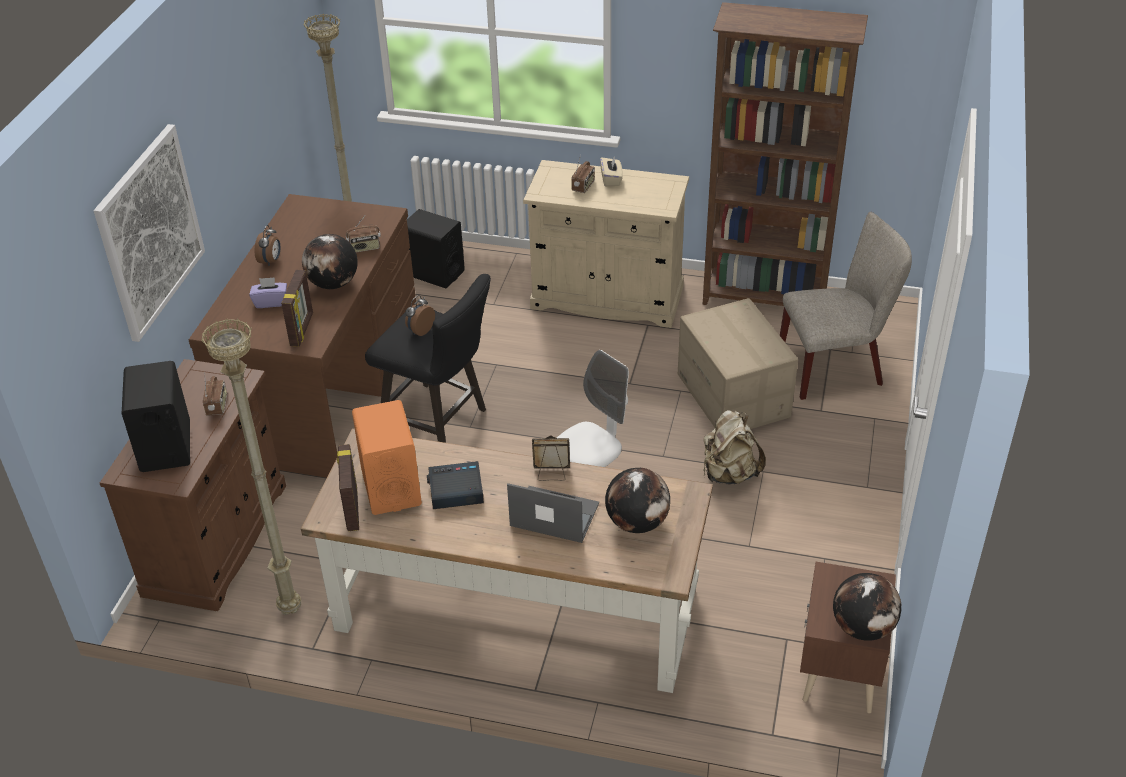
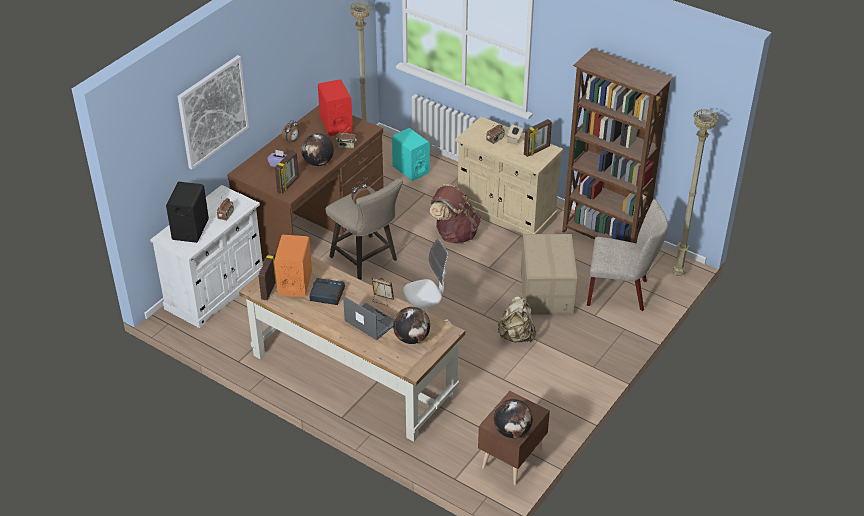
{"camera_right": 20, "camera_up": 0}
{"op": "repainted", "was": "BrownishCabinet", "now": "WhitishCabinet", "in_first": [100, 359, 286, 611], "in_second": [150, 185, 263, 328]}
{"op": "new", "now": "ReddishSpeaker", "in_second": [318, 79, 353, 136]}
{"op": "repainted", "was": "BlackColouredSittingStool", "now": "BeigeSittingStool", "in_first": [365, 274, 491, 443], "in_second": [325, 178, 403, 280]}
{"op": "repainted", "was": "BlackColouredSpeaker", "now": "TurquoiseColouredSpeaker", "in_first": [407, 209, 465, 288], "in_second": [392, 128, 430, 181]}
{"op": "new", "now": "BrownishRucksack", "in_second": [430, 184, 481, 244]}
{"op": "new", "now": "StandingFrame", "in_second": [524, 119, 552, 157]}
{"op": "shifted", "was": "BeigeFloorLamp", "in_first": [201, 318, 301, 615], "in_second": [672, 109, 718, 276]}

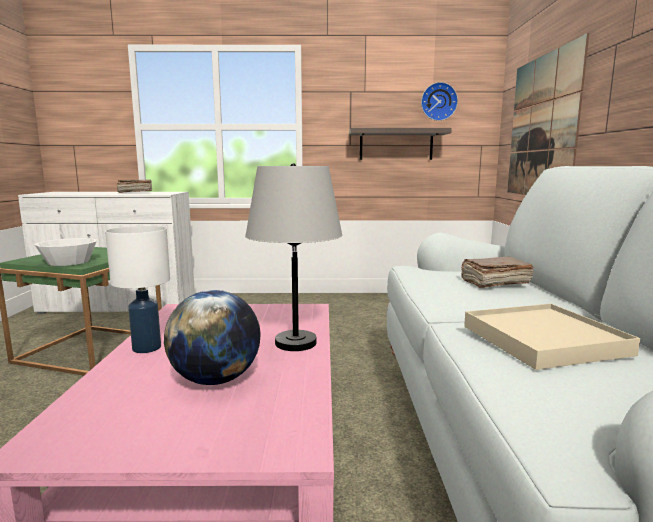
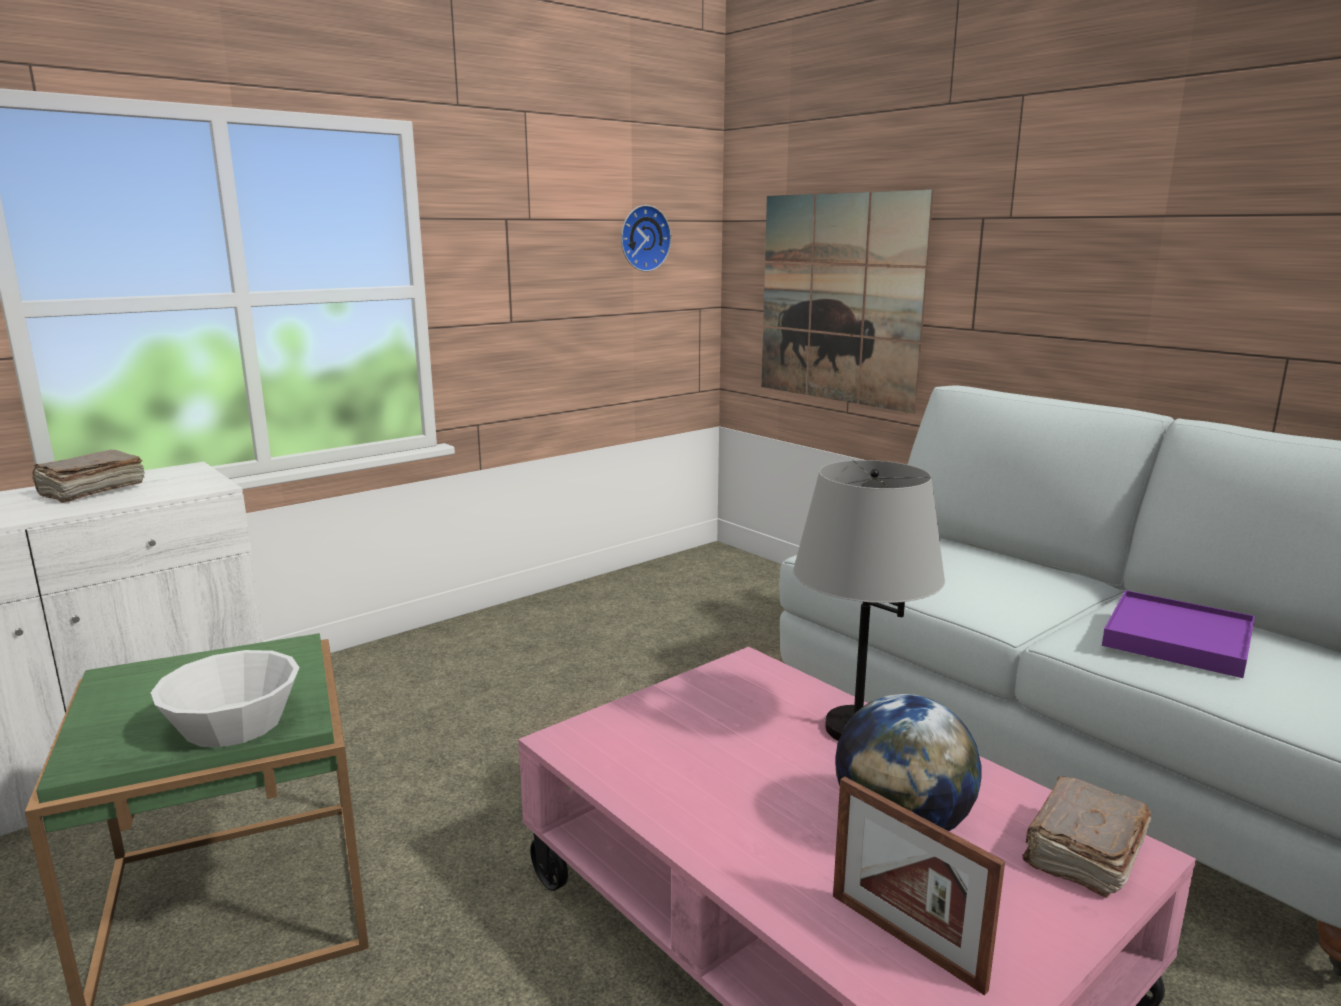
{"camera_right": -40, "camera_up": 5}
{"op": "new", "now": "StandingFrame", "in_second": [833, 777, 1005, 995]}
{"op": "shifted", "was": "BrownishVolume", "in_first": [461, 257, 534, 288], "in_second": [1022, 776, 1151, 898]}
{"op": "repainted", "was": "BeigeServingTray", "now": "PurpleColouredServingTray", "in_first": [464, 304, 640, 370], "in_second": [1102, 590, 1255, 678]}
{"op": "gone", "was": "WhitishTableLamp", "in_first": [105, 226, 170, 353]}
{"op": "gone", "was": "Shelf", "in_first": [349, 128, 452, 160]}

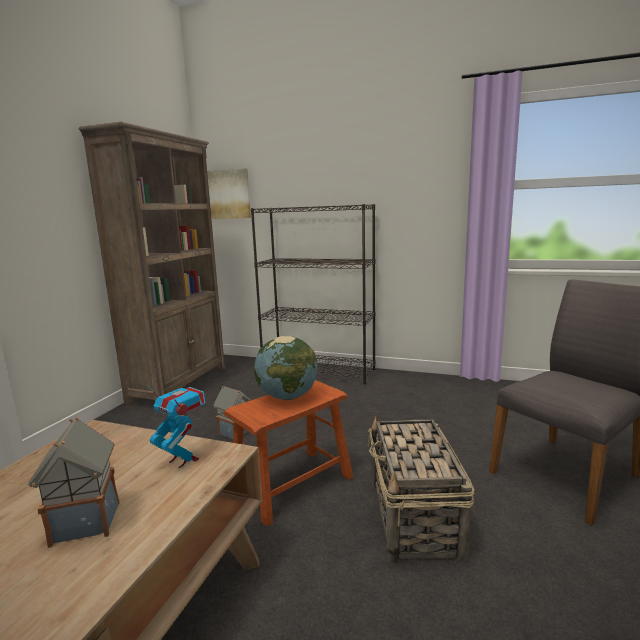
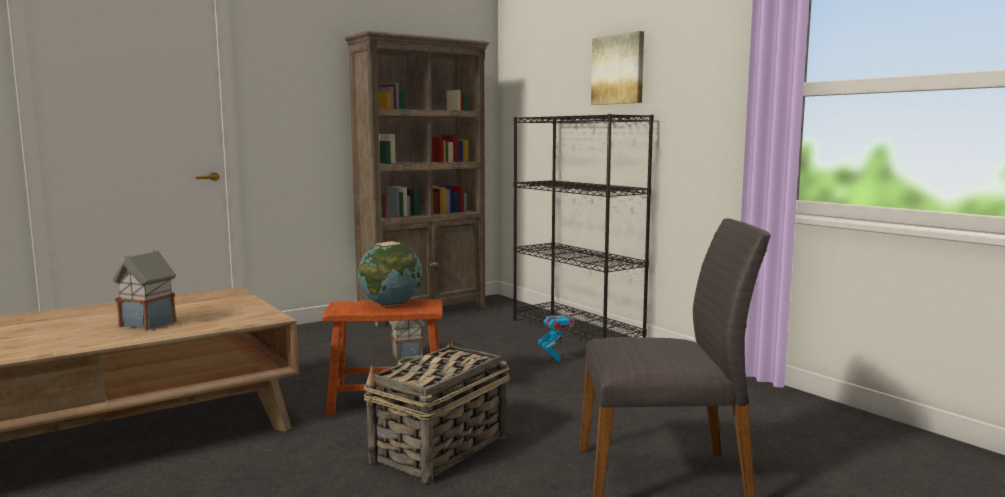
{"camera_right": 35, "camera_up": -5}
{"op": "shifted", "was": "ModelRobot", "in_first": [147, 384, 205, 468], "in_second": [538, 308, 574, 363]}
{"op": "shifted", "was": "WallPicture", "in_first": [207, 168, 251, 219], "in_second": [591, 31, 644, 105]}

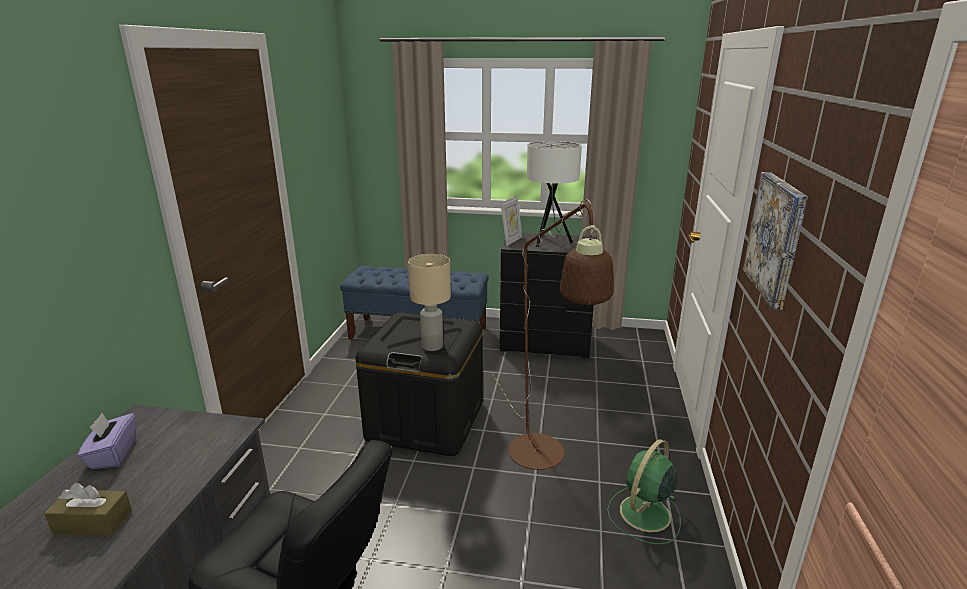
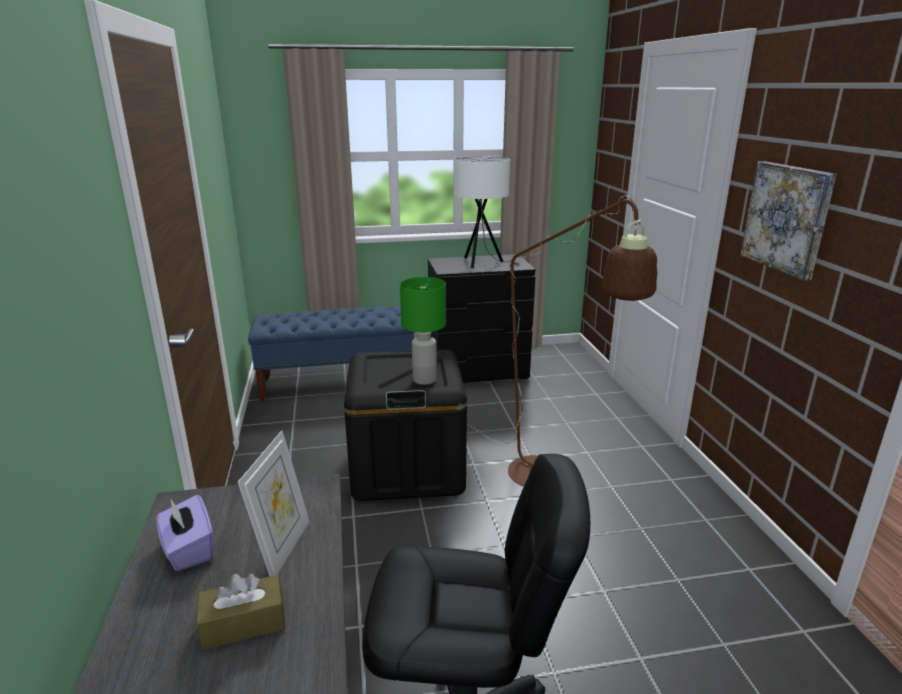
{"camera_right": -20, "camera_up": 0}
{"op": "shifted", "was": "StandingFrame", "in_first": [501, 196, 522, 246], "in_second": [238, 430, 310, 576]}
{"op": "repainted", "was": "BeigeTableLamp", "now": "GreenColouredTableLamp", "in_first": [408, 254, 451, 351], "in_second": [400, 277, 446, 385]}
{"op": "gone", "was": "GreenColouredCoolingFan", "in_first": [607, 439, 681, 545]}

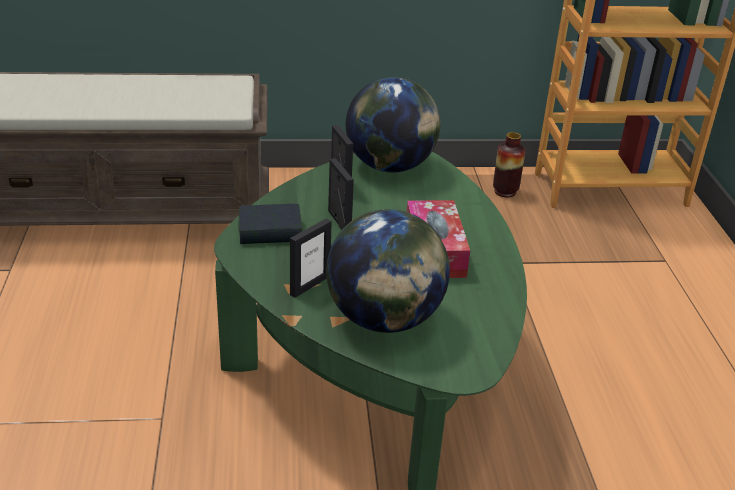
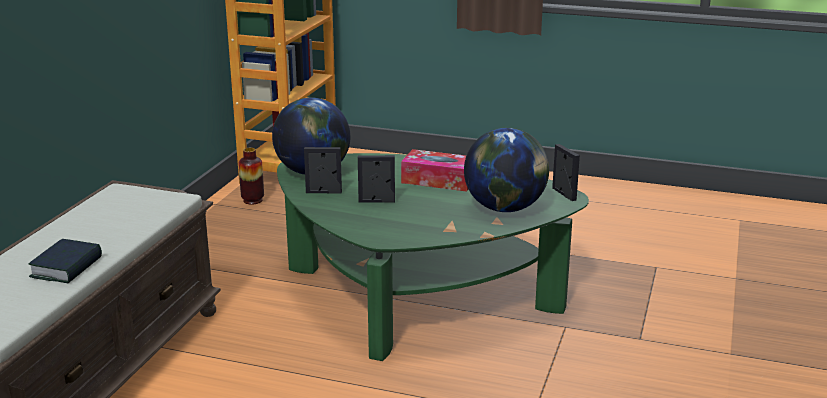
{"camera_right": -65, "camera_up": -10}
{"op": "shifted", "was": "Volume", "in_first": [239, 204, 302, 244], "in_second": [29, 239, 102, 283]}
{"op": "shifted", "was": "StandingFrame", "in_first": [290, 218, 332, 298], "in_second": [552, 144, 580, 201]}

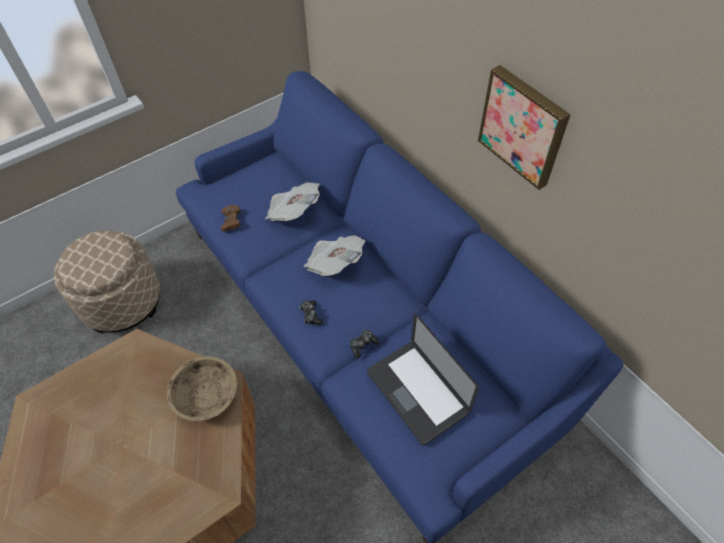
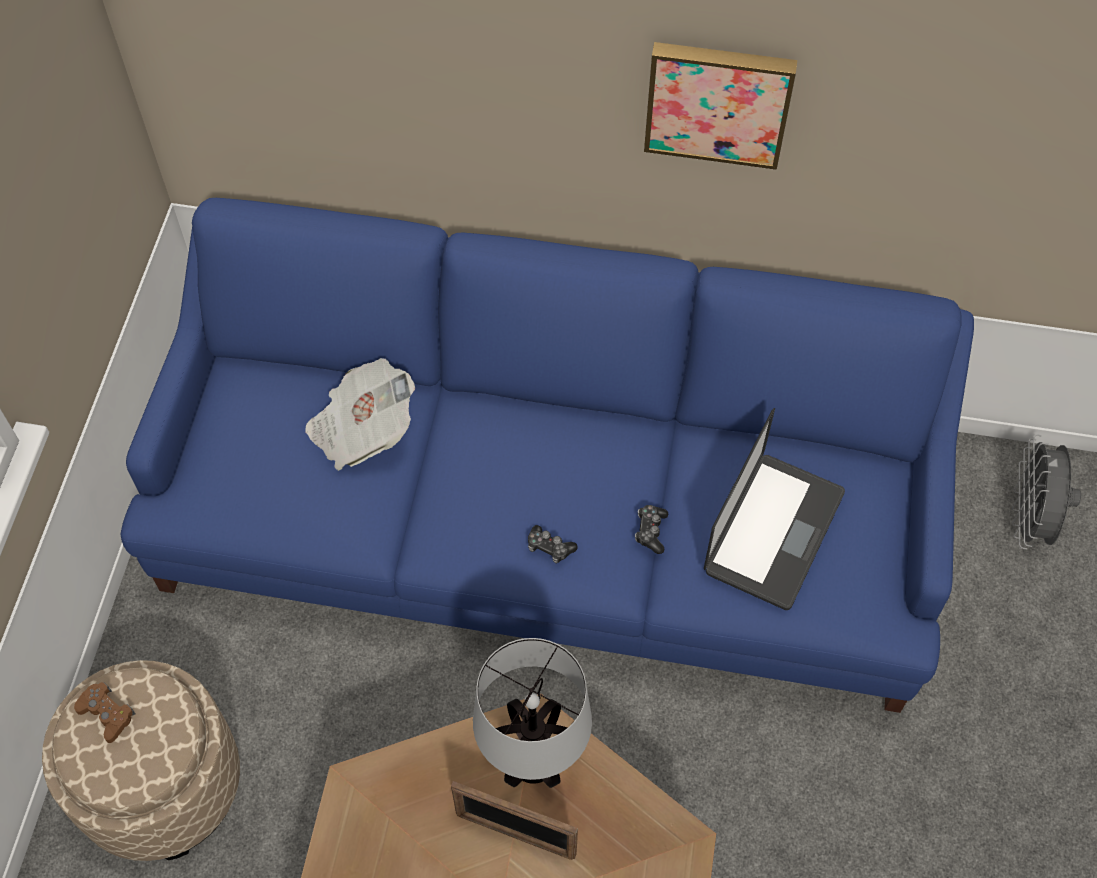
{"camera_right": -45, "camera_up": 5}
{"op": "shifted", "was": "BrownishGameController", "in_first": [221, 205, 241, 231], "in_second": [74, 682, 136, 743]}
{"op": "new", "now": "StandingFrame", "in_second": [451, 781, 578, 860]}
{"op": "swapped", "was": "BeigeServingBowl", "now": "TableLamp", "in_first": [167, 356, 237, 421], "in_second": [473, 638, 592, 788]}
{"op": "rotated", "was": "Laptop", "in_first": [367, 313, 479, 445], "in_second": [704, 408, 845, 610], "clockwise": -75}
{"op": "new", "now": "GrayCoolingFan", "in_second": [1012, 435, 1081, 549]}
{"op": "gone", "was": "DailyPaper", "in_first": [303, 235, 366, 276]}

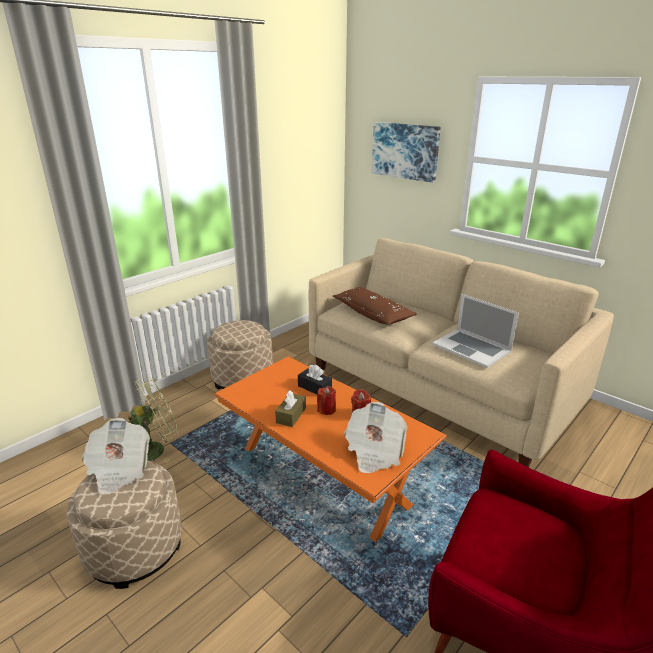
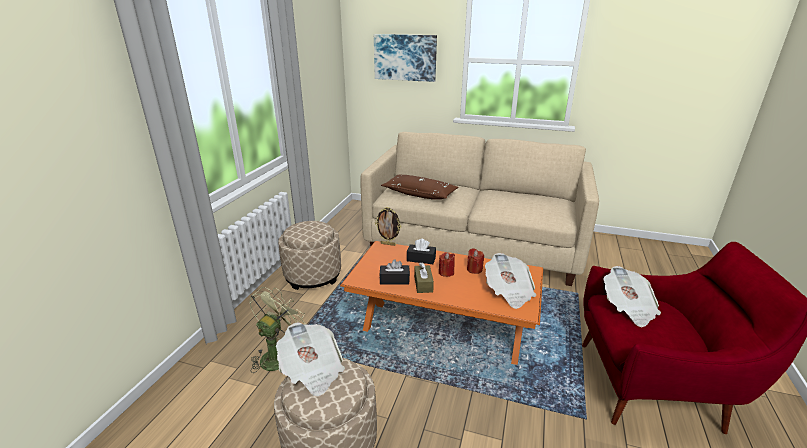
{"camera_right": -25, "camera_up": 0}
{"op": "new", "now": "StandingFrame", "in_second": [375, 207, 401, 246]}
{"op": "new", "now": "BlackColouredTissueHolder", "in_second": [379, 259, 410, 285]}
{"op": "new", "now": "DailyPaper", "in_second": [604, 266, 661, 327]}
{"op": "gone", "was": "Laptop", "in_first": [432, 294, 519, 368]}

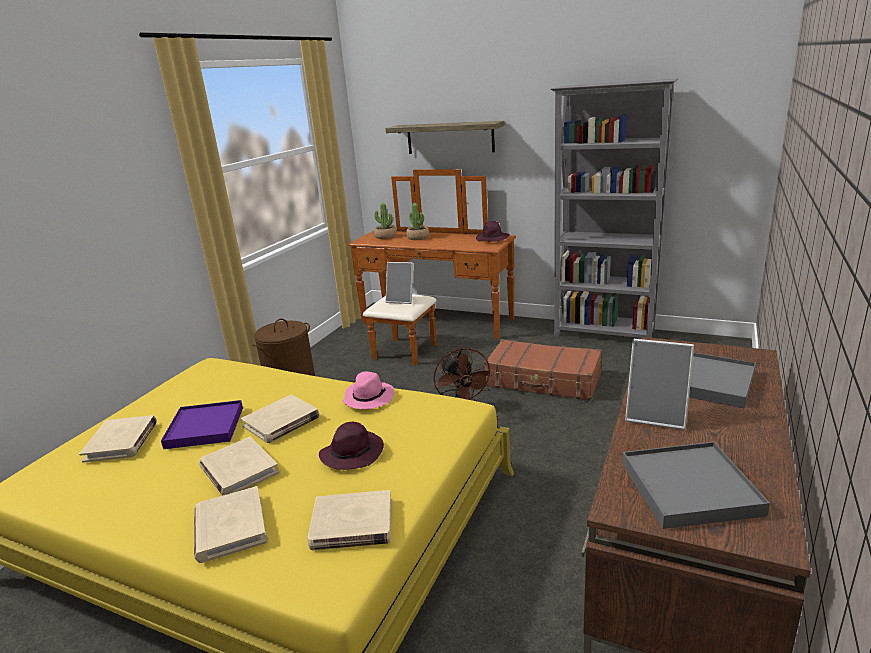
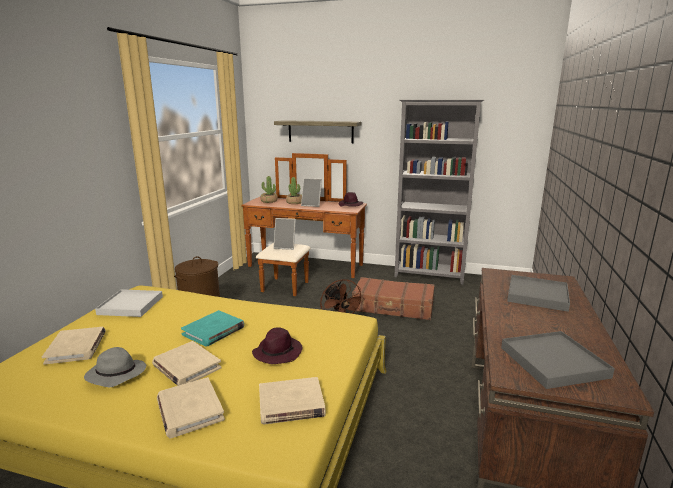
{"camera_right": -10, "camera_up": -5}
{"op": "new", "now": "GrayWearableHat", "in_second": [84, 347, 146, 387]}
{"op": "new", "now": "WhitishServingTray", "in_second": [95, 289, 163, 317]}
{"op": "repainted", "was": "BeigeVolume", "now": "TurquoiseColouredVolume", "in_first": [241, 394, 319, 443], "in_second": [181, 310, 244, 346]}
{"op": "shifted", "was": "StandingFrame", "in_first": [625, 339, 694, 430], "in_second": [301, 178, 322, 207]}
{"op": "gone", "was": "PurpleColouredServingTray", "in_first": [161, 400, 243, 449]}
{"op": "gone", "was": "PinkWearableHat", "in_first": [343, 372, 394, 409]}

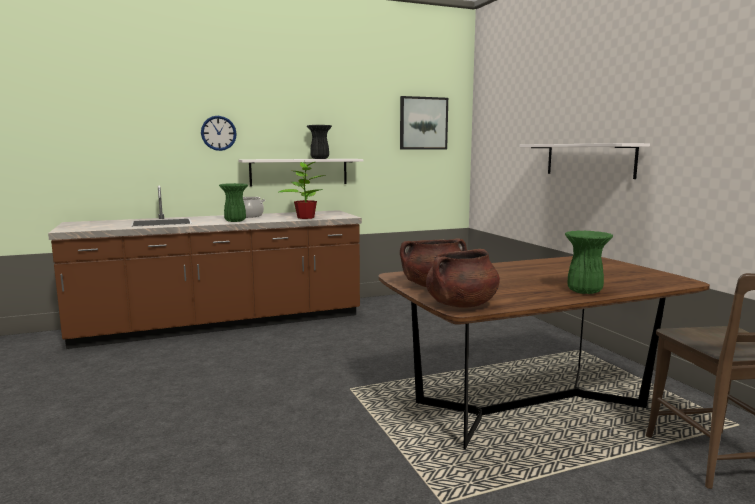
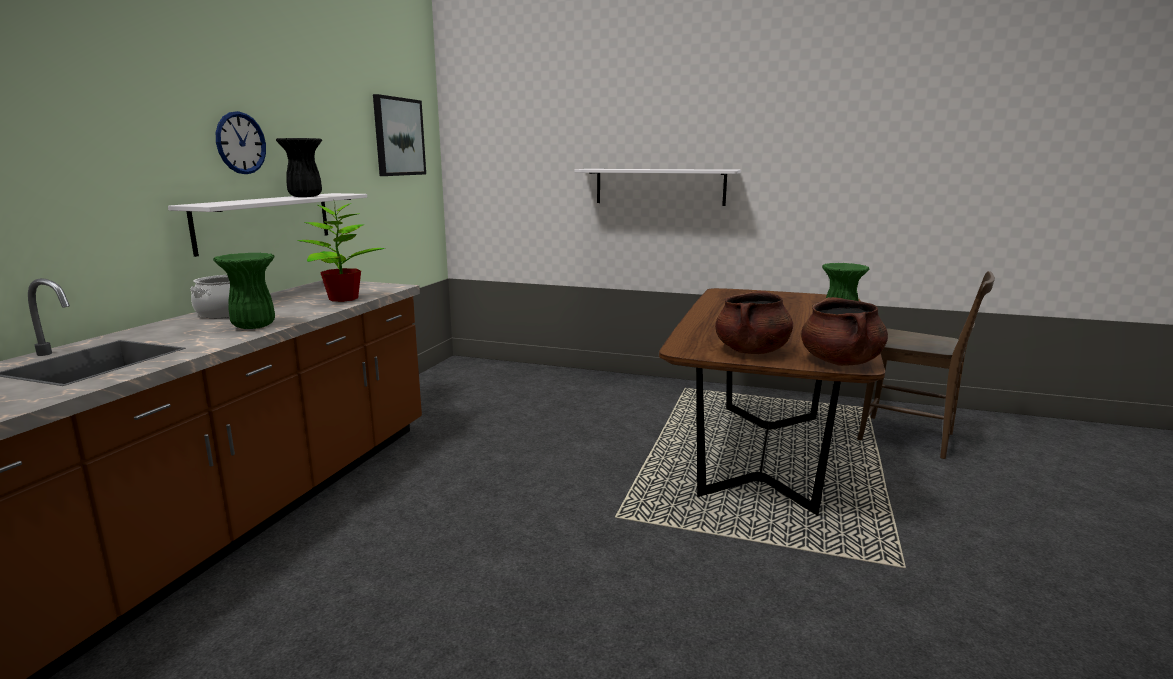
{"camera_right": -50, "camera_up": 5}
{"op": "shifted", "was": "HangingClock", "in_first": [201, 116, 237, 151], "in_second": [216, 111, 266, 174]}

